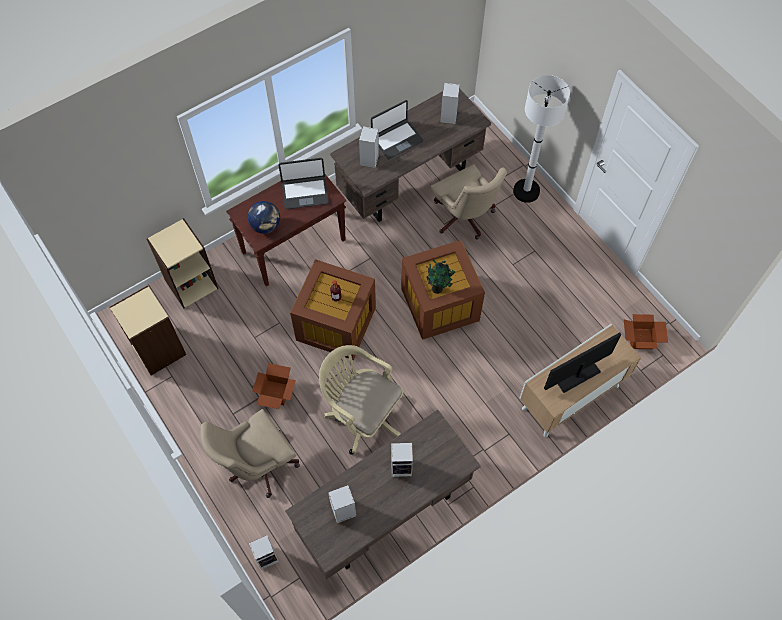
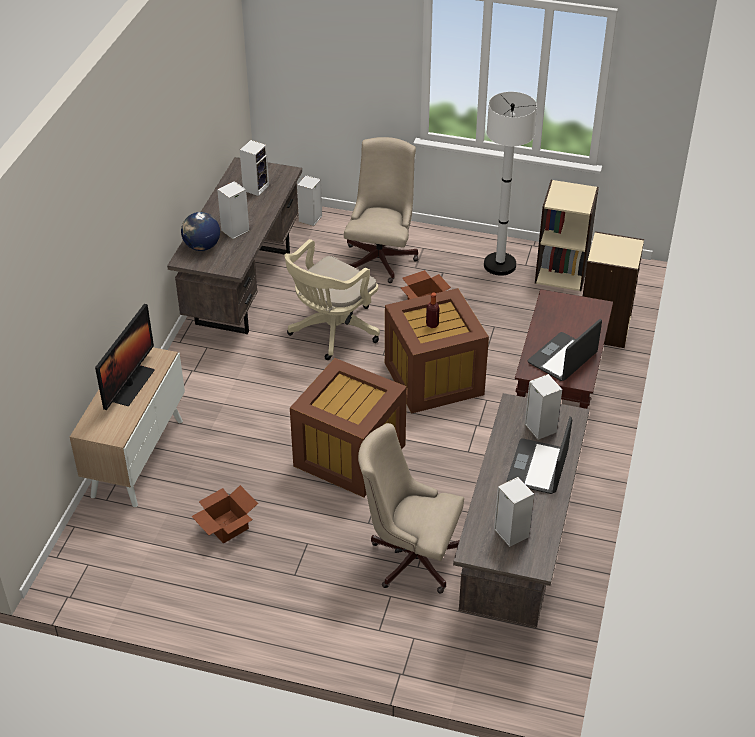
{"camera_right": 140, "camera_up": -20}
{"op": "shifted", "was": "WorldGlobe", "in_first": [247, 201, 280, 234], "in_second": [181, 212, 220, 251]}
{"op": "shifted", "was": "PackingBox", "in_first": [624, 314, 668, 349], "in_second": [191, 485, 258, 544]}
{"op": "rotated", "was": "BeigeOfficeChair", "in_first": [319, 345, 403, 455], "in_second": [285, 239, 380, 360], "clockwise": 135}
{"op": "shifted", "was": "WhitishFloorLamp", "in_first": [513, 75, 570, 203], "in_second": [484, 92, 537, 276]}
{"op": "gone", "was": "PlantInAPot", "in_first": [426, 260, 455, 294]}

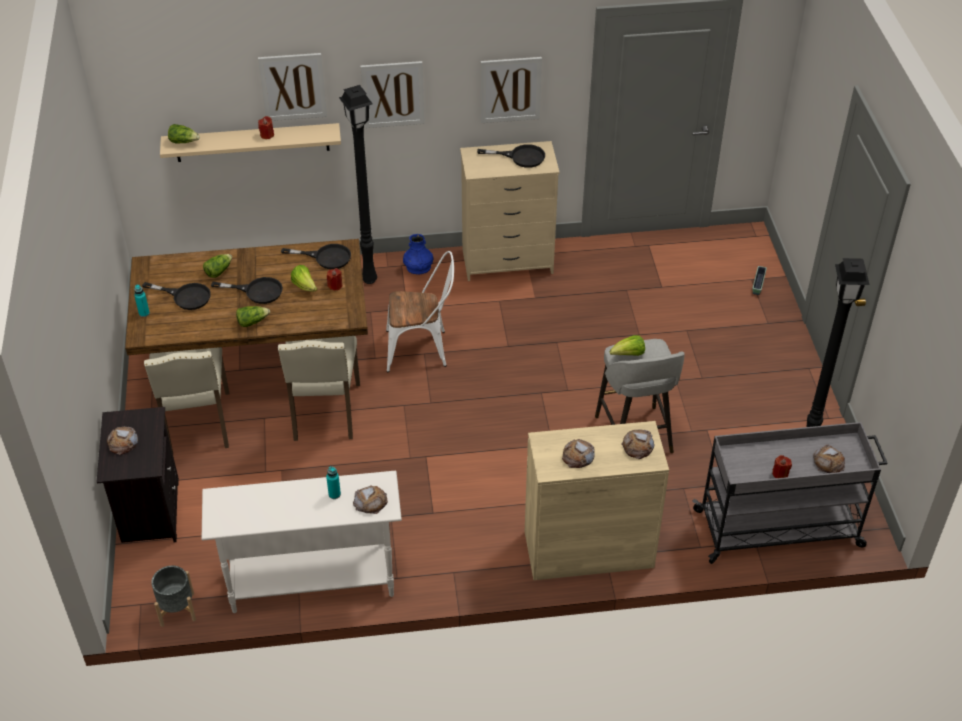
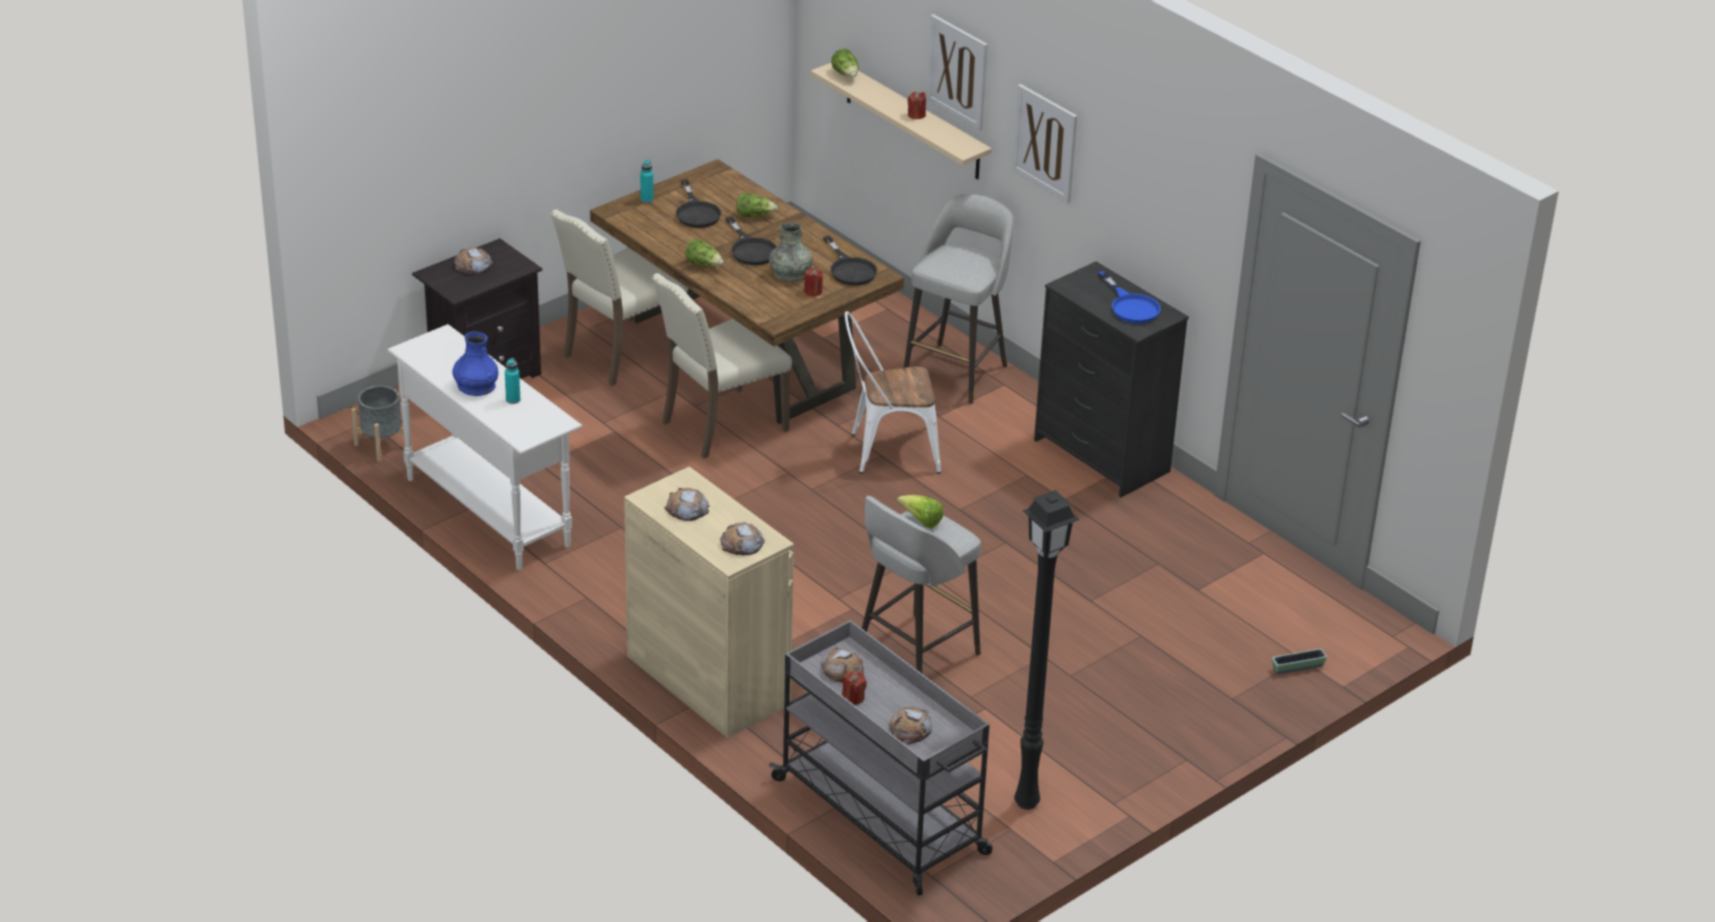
{"camera_right": 55, "camera_up": -10}
{"op": "shifted", "was": "BlueFlowerVase", "in_first": [403, 234, 434, 275], "in_second": [452, 331, 498, 396]}
{"op": "swapped", "was": "Lettuce", "now": "GrayFlowerVase", "in_first": [291, 265, 317, 291], "in_second": [769, 222, 813, 282]}
{"op": "shifted", "was": "BakeryBread", "in_first": [353, 485, 388, 514], "in_second": [820, 647, 864, 682]}
{"op": "rotated", "was": "WhitishChair", "in_first": [386, 251, 454, 372], "in_second": [845, 311, 941, 474], "clockwise": 120}
{"op": "swapped", "was": "BlackColouredFloorLamp", "now": "GraySittingStool", "in_first": [339, 85, 377, 284], "in_second": [904, 194, 1013, 404]}
{"op": "repainted", "was": "BeigeDrawerChest", "now": "BlackColouredDrawerChest", "in_first": [460, 141, 560, 281], "in_second": [1034, 261, 1189, 497]}
{"op": "repainted", "was": "BlackColouredPan", "now": "BluePan", "in_first": [477, 144, 545, 168], "in_second": [1098, 271, 1161, 324]}
{"op": "gone", "was": "WallPicture", "in_first": [481, 57, 542, 123]}

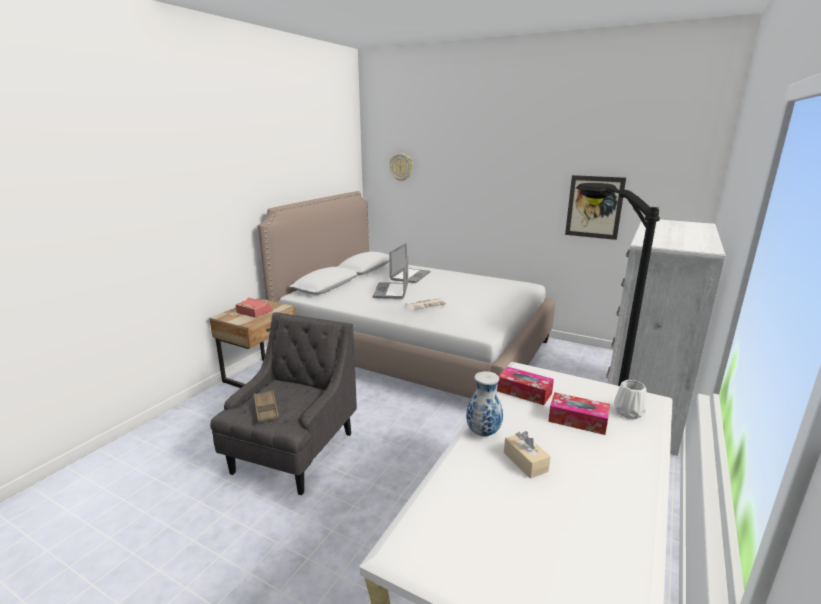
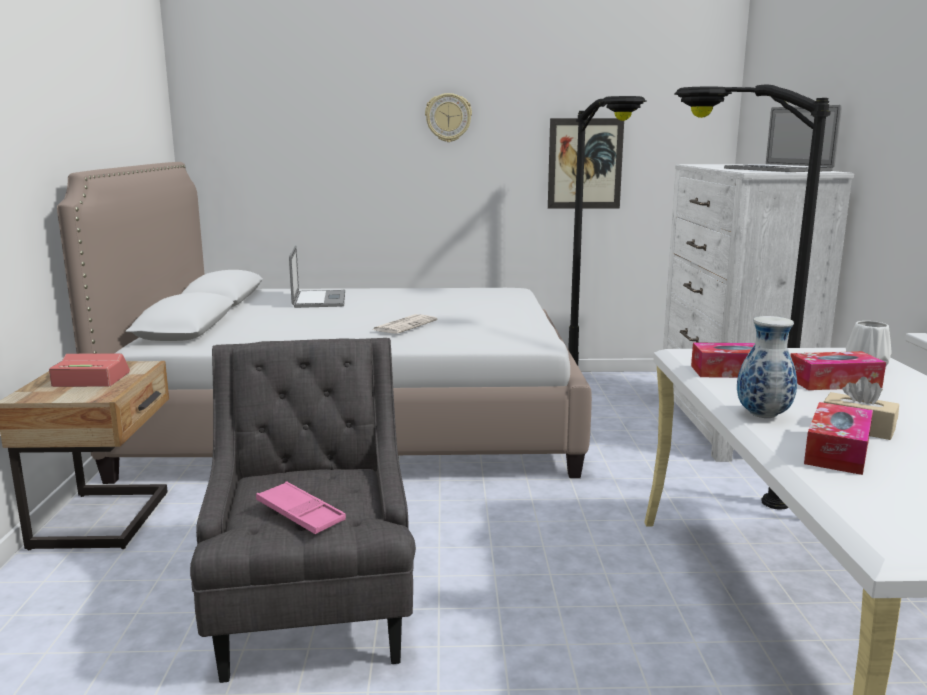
{"camera_right": -30, "camera_up": -5}
{"op": "repainted", "was": "BrownishServingTray", "now": "PinkServingTray", "in_first": [254, 390, 279, 423], "in_second": [256, 481, 346, 534]}
{"op": "shifted", "was": "HangingClock", "in_first": [389, 153, 413, 181], "in_second": [425, 93, 472, 142]}
{"op": "new", "now": "BlackColouredFloorLamp", "in_second": [568, 96, 647, 365]}
{"op": "shifted", "was": "Laptop", "in_first": [373, 256, 408, 299], "in_second": [724, 105, 842, 172]}
{"op": "new", "now": "TissueHolder", "in_second": [804, 402, 873, 475]}

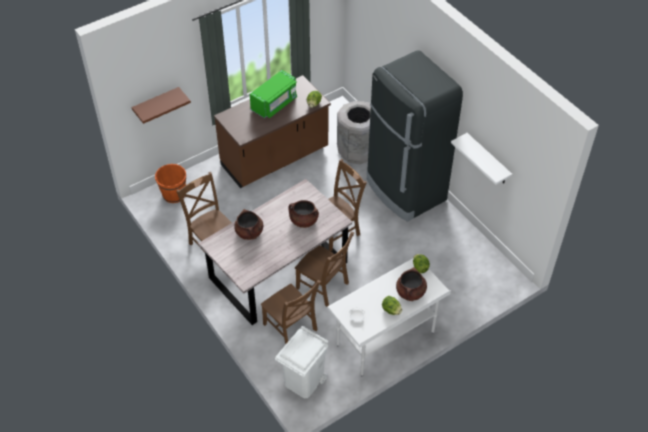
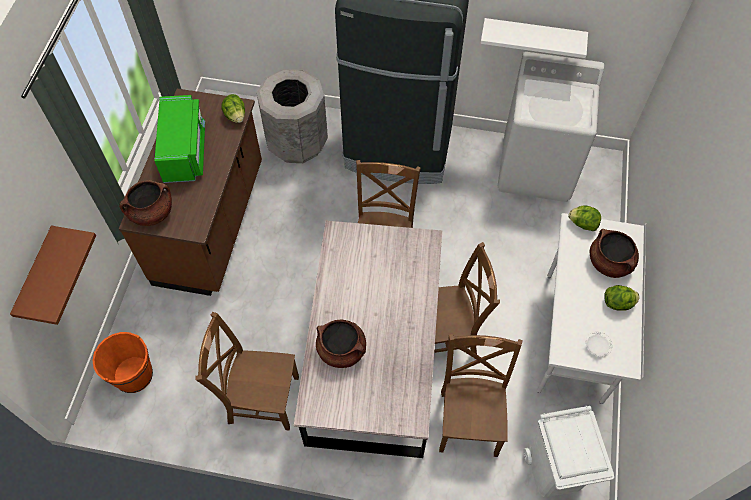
{"camera_right": -45, "camera_up": 10}
{"op": "shifted", "was": "BrownishSaucepot", "in_first": [288, 200, 319, 228], "in_second": [119, 180, 172, 226]}
{"op": "rotated", "was": "BrownishChair", "in_first": [261, 280, 321, 345], "in_second": [439, 334, 523, 457], "clockwise": -90}
{"op": "new", "now": "WhitishLaundryAppliance", "in_second": [498, 52, 605, 202]}

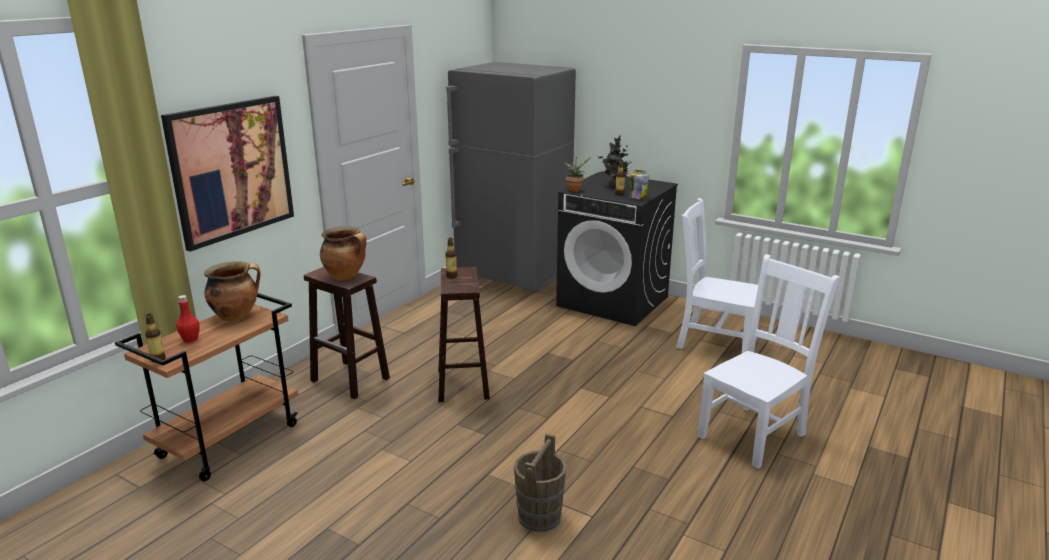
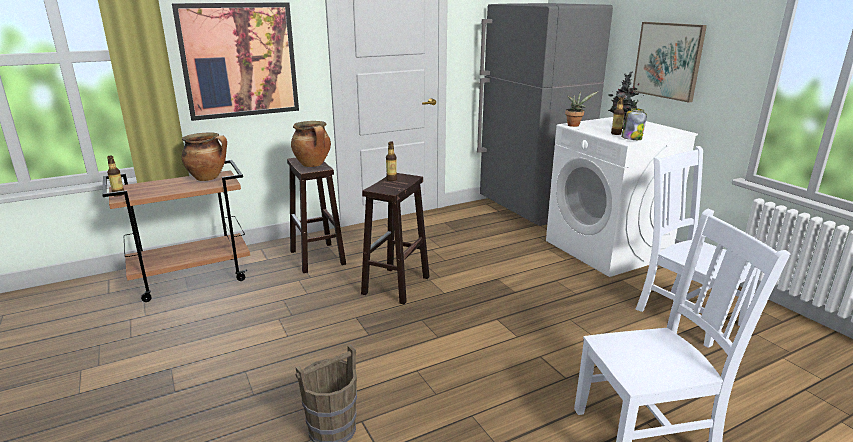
{"camera_right": 30, "camera_up": 0}
{"op": "repainted", "was": "BlackColouredLaundryAppliance", "now": "WhitishLaundryAppliance", "in_first": [556, 172, 678, 326], "in_second": [546, 117, 698, 277]}
{"op": "new", "now": "WallPicture", "in_second": [633, 22, 707, 103]}
{"op": "gone", "was": "ReddishBeverageBottle", "in_first": [176, 295, 200, 343]}

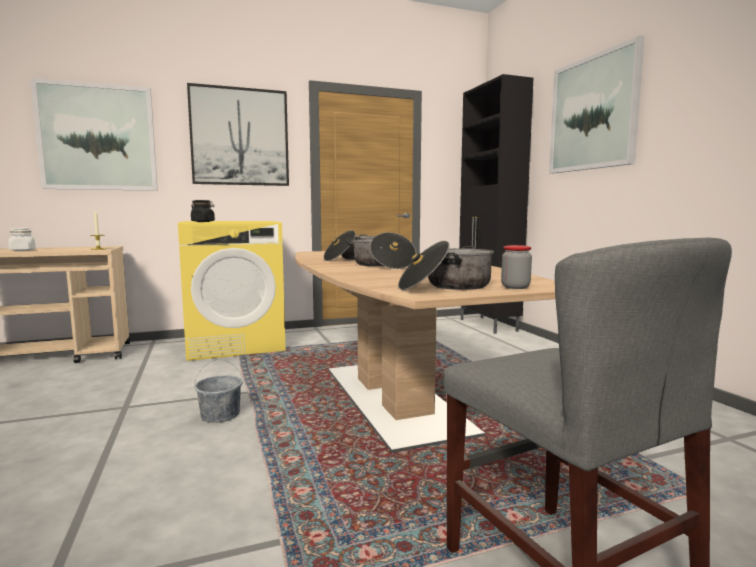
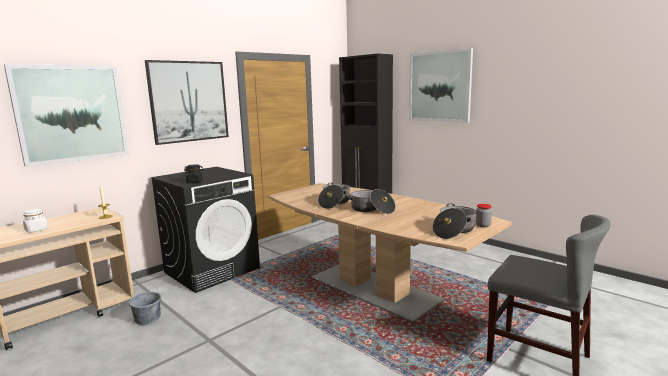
{"camera_right": -25, "camera_up": 5}
{"op": "shifted", "was": "GrayWaterBucket", "in_first": [194, 359, 243, 423], "in_second": [129, 284, 161, 325]}
{"op": "repainted", "was": "YellowColouredLaundryAppliance", "now": "BlackColouredLaundryAppliance", "in_first": [178, 221, 286, 361], "in_second": [151, 167, 260, 293]}

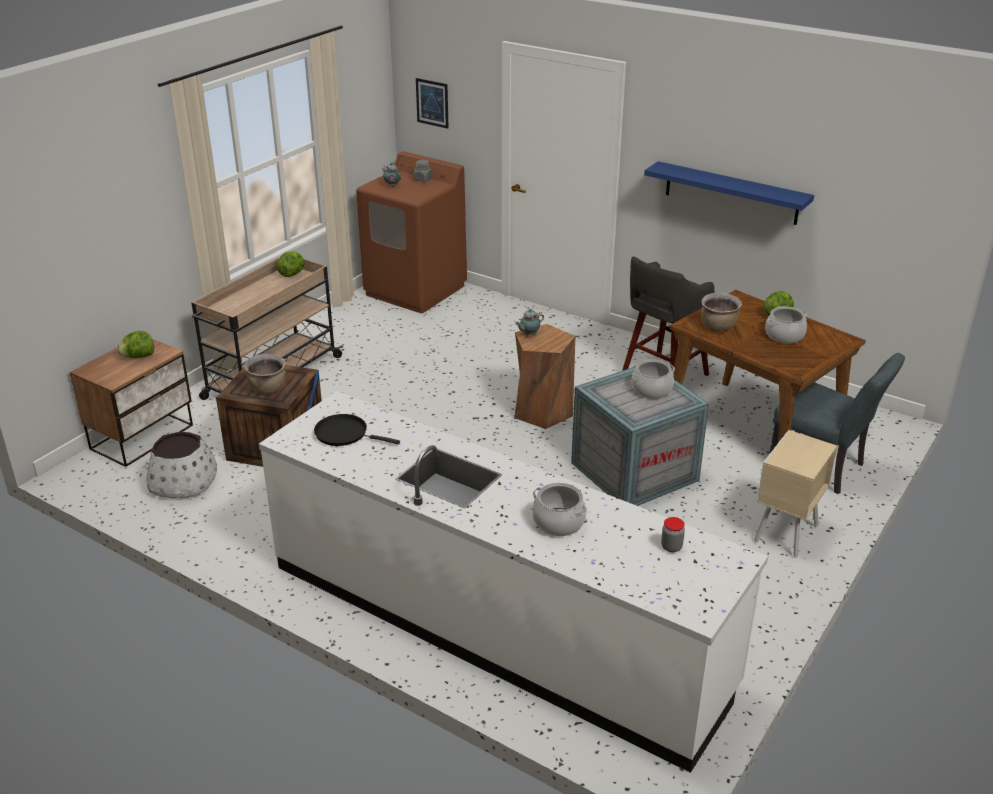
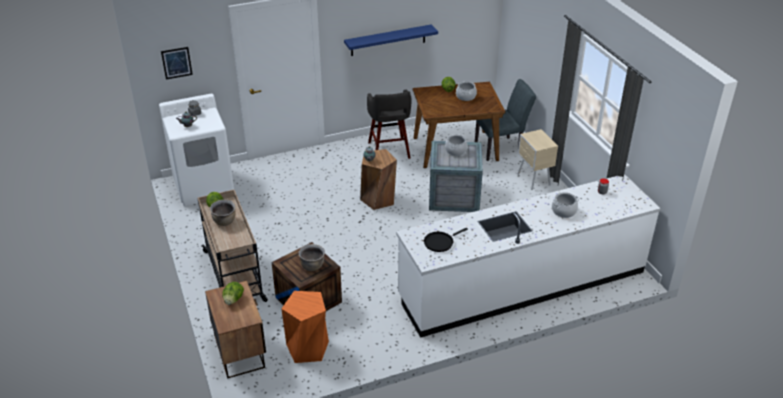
{"camera_right": -55, "camera_up": 5}
{"op": "repainted", "was": "BrownishLaundryAppliance", "now": "WhitishLaundryAppliance", "in_first": [356, 151, 467, 313], "in_second": [159, 94, 234, 206]}
{"op": "shifted", "was": "BrownishSaucepot", "in_first": [701, 293, 742, 332], "in_second": [210, 200, 236, 226]}
{"op": "swapped", "was": "WhitishFlowerPot", "now": "OrangeSittingStool", "in_first": [146, 432, 217, 499], "in_second": [281, 291, 329, 363]}

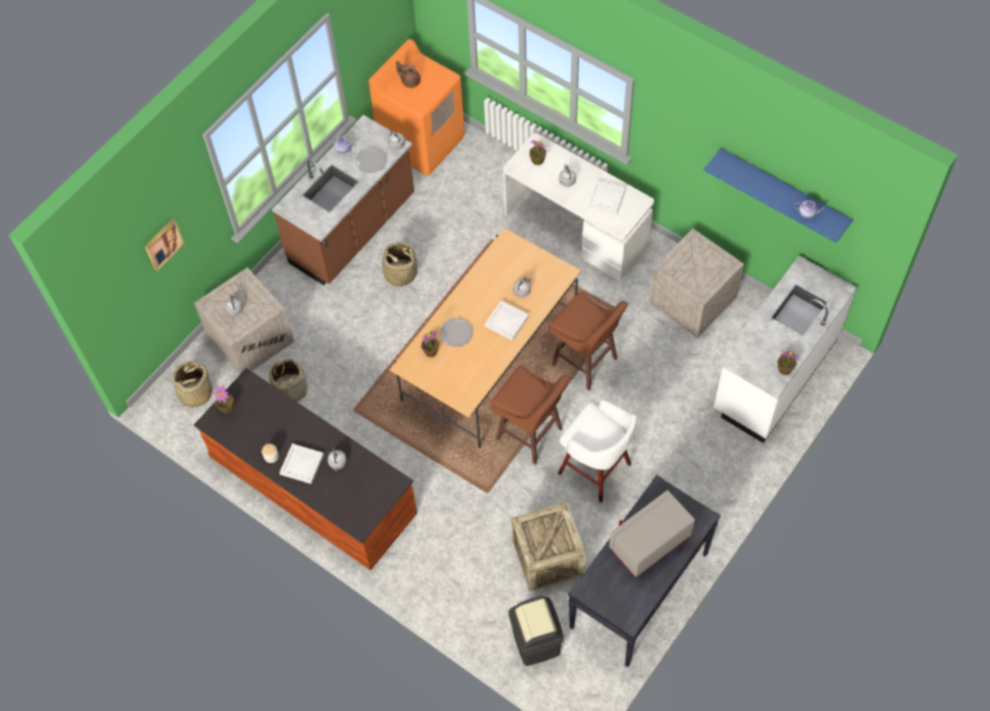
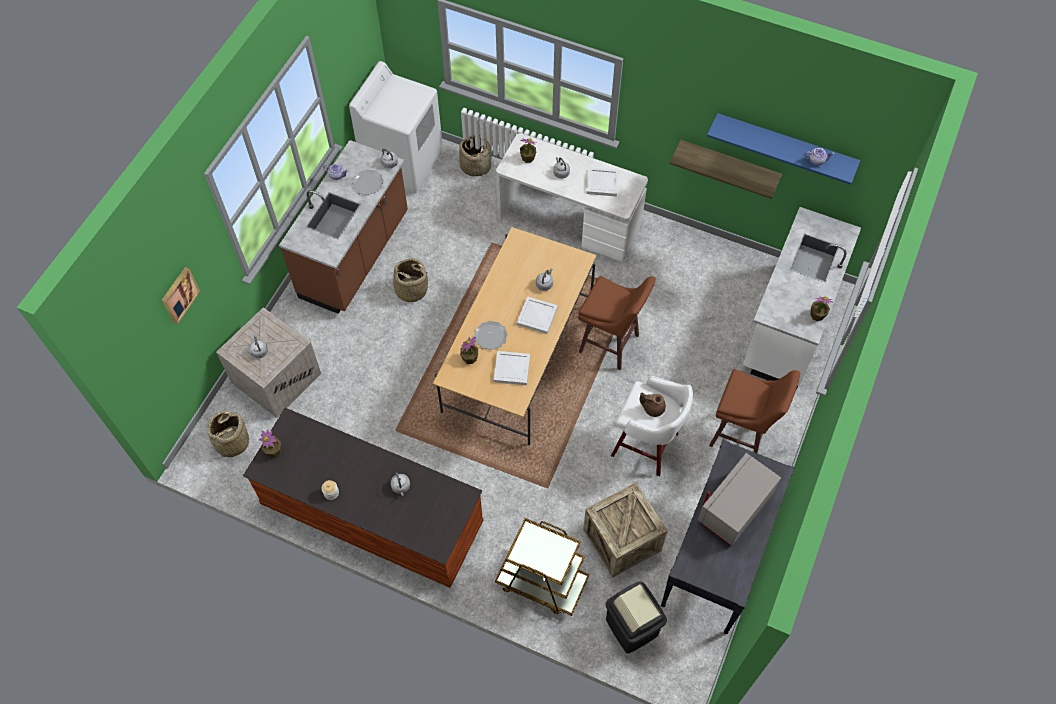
{"camera_right": -15, "camera_up": 0}
{"op": "repainted", "was": "OrangeLaundryAppliance", "now": "WhitishLaundryAppliance", "in_first": [369, 39, 465, 176], "in_second": [349, 61, 443, 194]}
{"op": "shifted", "was": "Basket", "in_first": [269, 358, 307, 402], "in_second": [459, 135, 492, 176]}
{"op": "shifted", "was": "WhitishServingTray", "in_first": [279, 444, 324, 484], "in_second": [494, 351, 530, 385]}
{"op": "new", "now": "BrownishWheeledCart", "in_second": [495, 518, 589, 616]}
{"op": "shifted", "was": "BrownishTeapot", "in_first": [396, 61, 421, 88], "in_second": [640, 392, 666, 417]}
{"op": "new", "now": "Shelf", "in_second": [669, 140, 782, 199]}
{"op": "shifted", "was": "BrownishSittingStool", "in_first": [490, 365, 570, 464], "in_second": [709, 369, 800, 453]}
{"op": "gone", "was": "PackingCrate", "in_first": [648, 229, 744, 338]}

